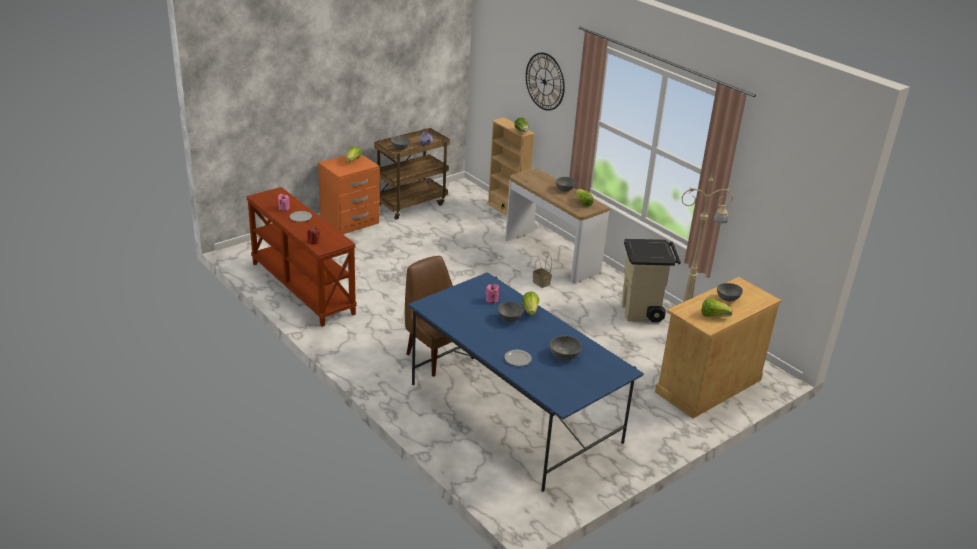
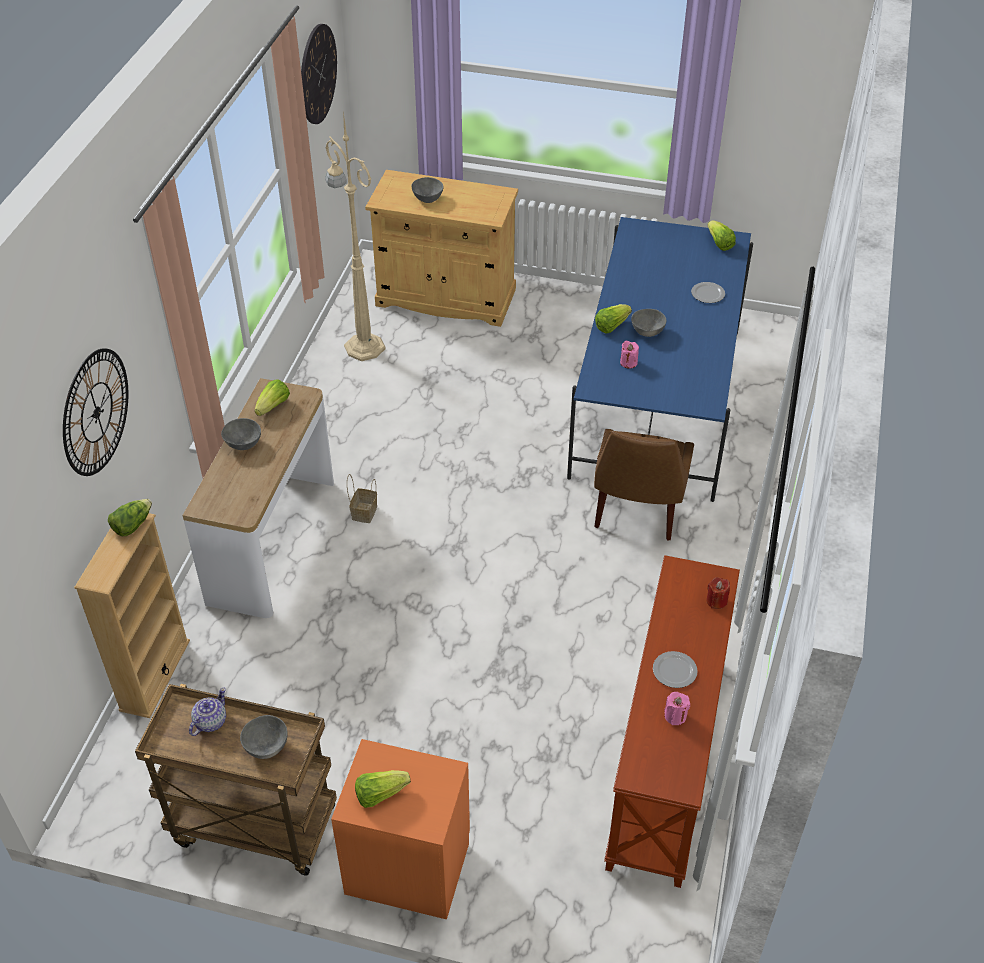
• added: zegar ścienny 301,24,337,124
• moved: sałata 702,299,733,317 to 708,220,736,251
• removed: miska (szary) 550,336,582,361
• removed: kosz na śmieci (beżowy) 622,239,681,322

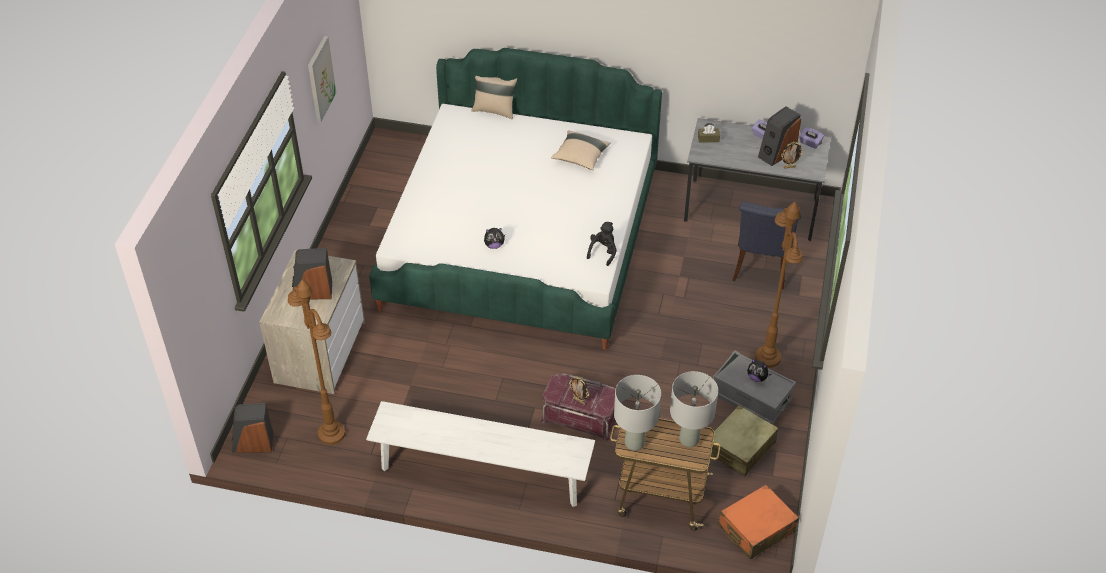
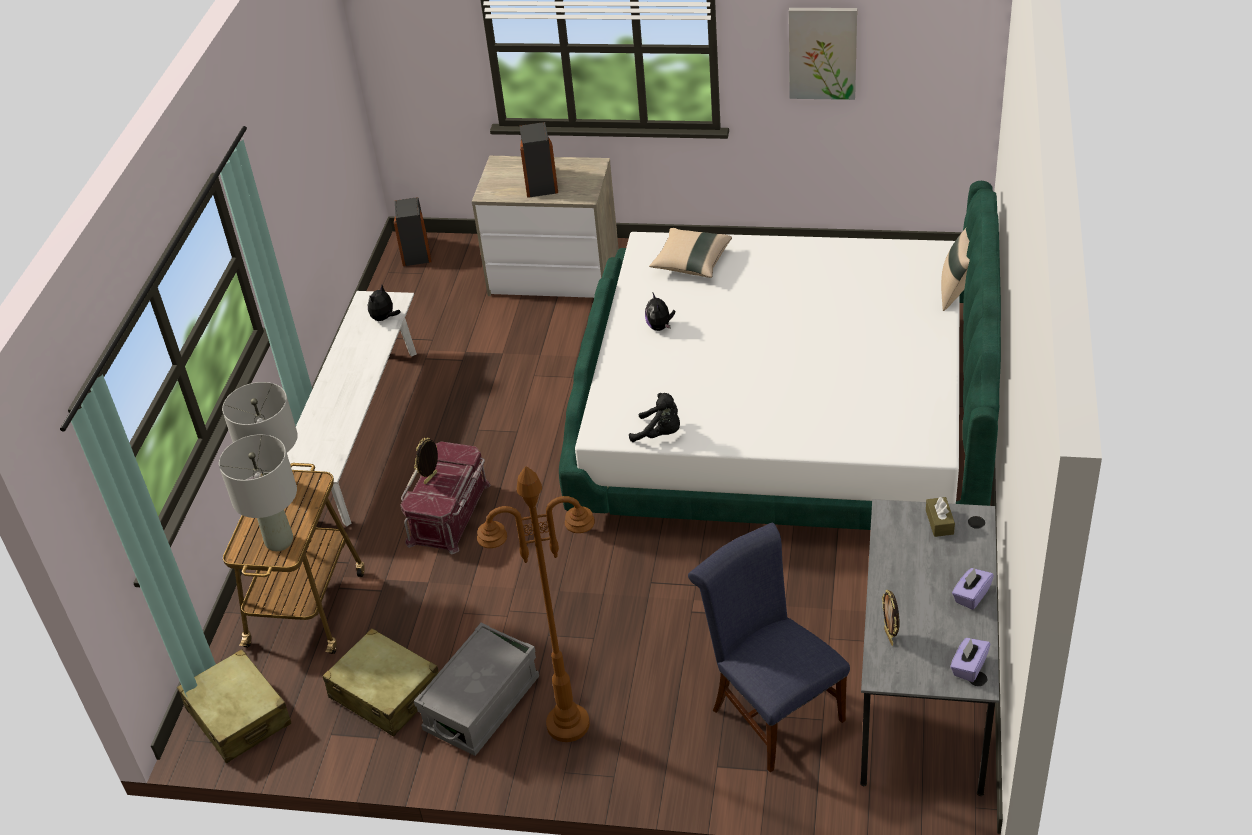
• recoloured: walizka (pomarańczowy) 718,484,799,560 to walizka (beżowy) 177,649,291,763
• moved: pluszak 747,359,772,382 to 368,285,401,321
• moved: poduszka (beżowy) 551,131,610,170 to 649,228,732,278
• turned: krzesło (niebieski) 732,201,801,289 = 688,523,850,773 45 degrees clockwise
• removed: lampa stojąca (brązowy) 288,279,345,445
• removed: głośnik 758,106,801,166

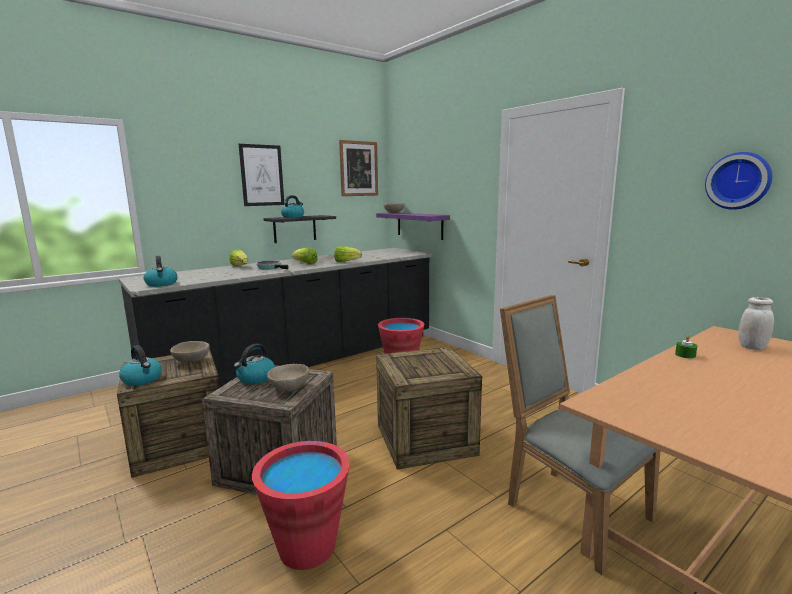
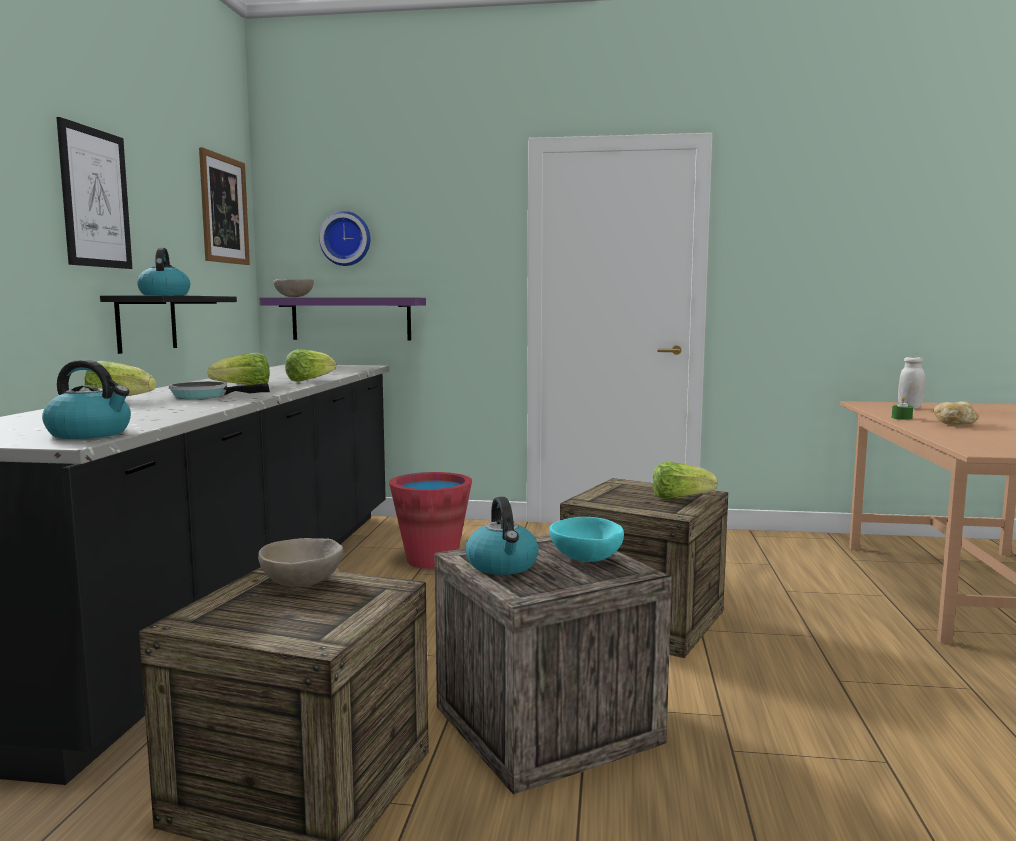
• moved: zegar ścienny 705,152,772,210 to 319,211,370,266
• recoloured: miska (beżowy) 267,364,309,391 to miska (turkusowy) 549,517,624,562
• added: sałata 653,462,717,499
• added: chleb 933,401,979,425
• removed: czajnik 119,345,162,386
• removed: wiadro (czerwony) 252,441,350,570
• removed: krzesło (szary) 500,295,660,575

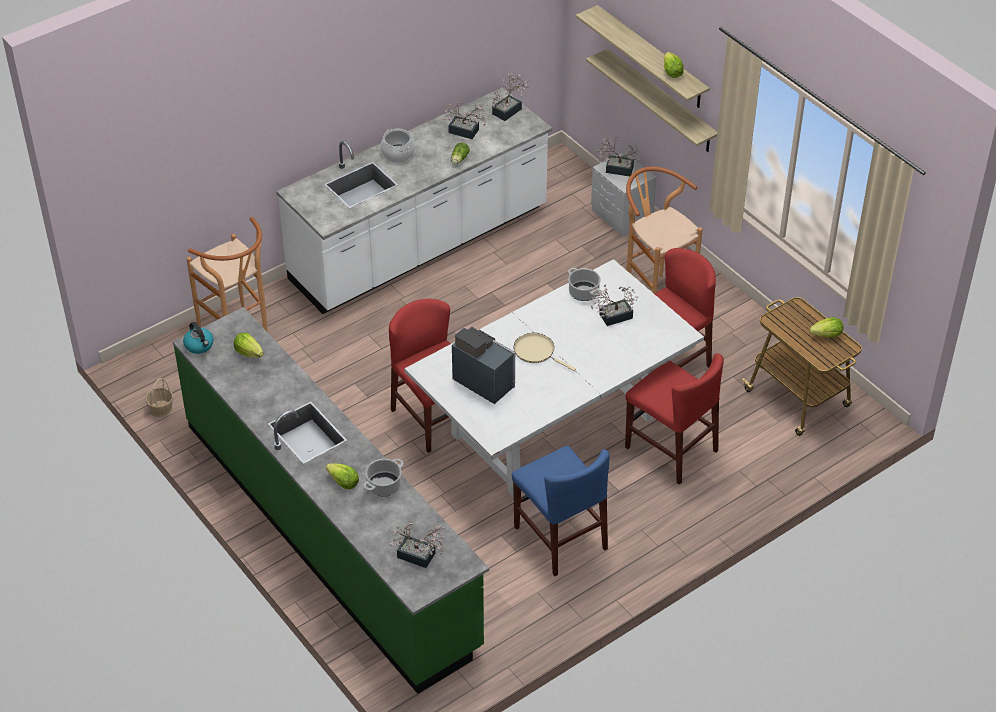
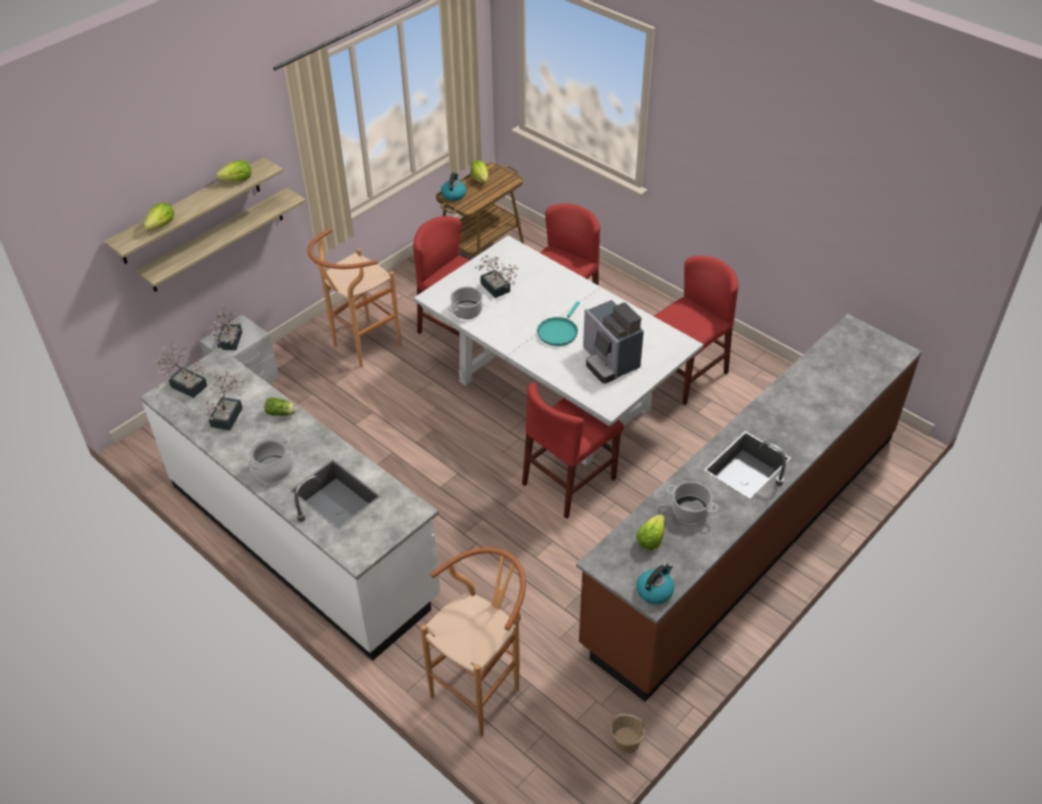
• moved: sałata 326,463,359,489 to 144,202,174,230
• added: czajnik 441,173,466,201
• recoloured: patelnia (beżowy) 514,333,576,371 to patelnia (turkusowy) 537,301,580,346
• recoloured: zabudowa kuchenna (zielony) 172,307,489,694 to zabudowa kuchenna (brązowy) 576,314,922,702
• turned: ekspres do kawy 452,327,515,404 = 583,300,644,384 60 degrees counterclockwise
• recoloured: krzesło (niebieski) 512,446,609,576 to krzesło (czerwony) 654,256,739,405
• moved: garnek 363,459,403,496 to 666,481,719,523
• removed: roślina doniczkowa 390,523,446,568

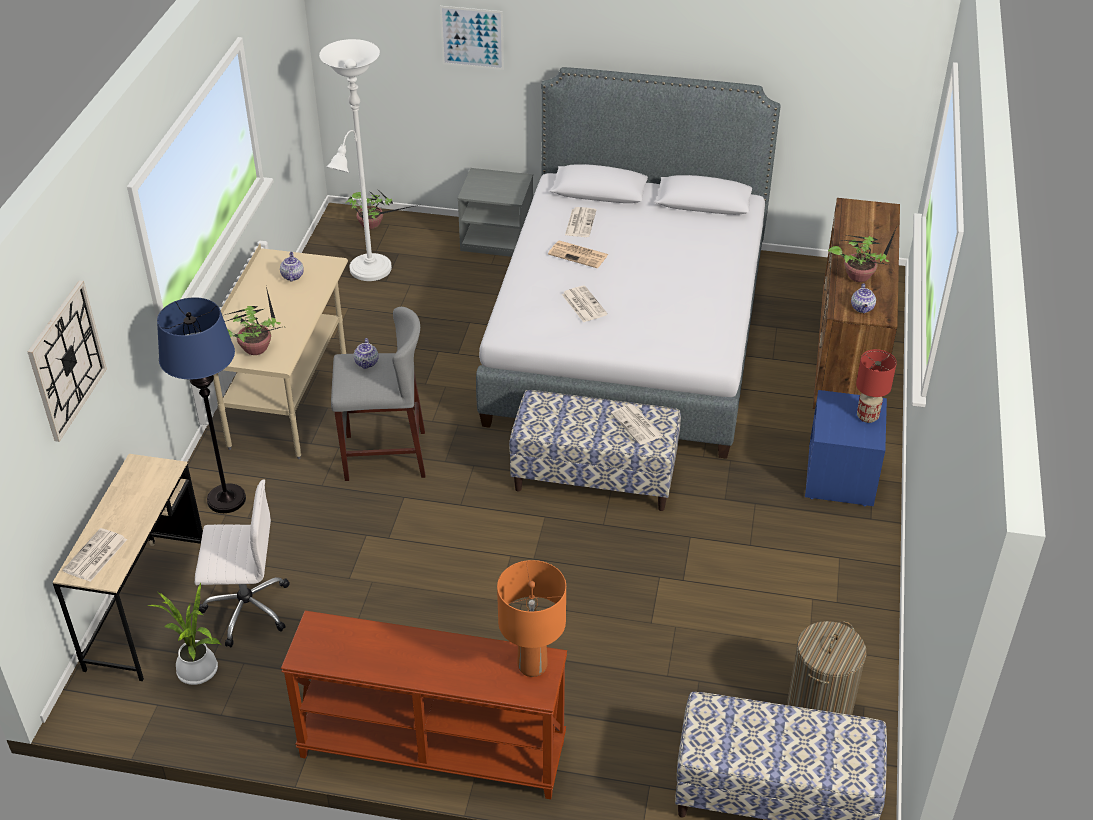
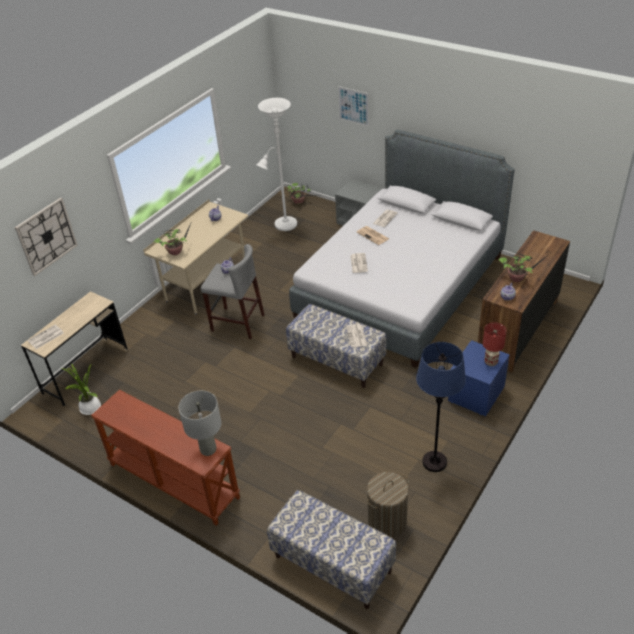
• recoloured: lampa stołowa (pomarańczowy) 497,560,566,677 to lampa stołowa (szary) 179,391,222,456
• moved: lampa stojąca (niebieski) 157,297,246,513 to 416,342,466,472
• removed: krzesło biurowe (biały) 195,479,289,647

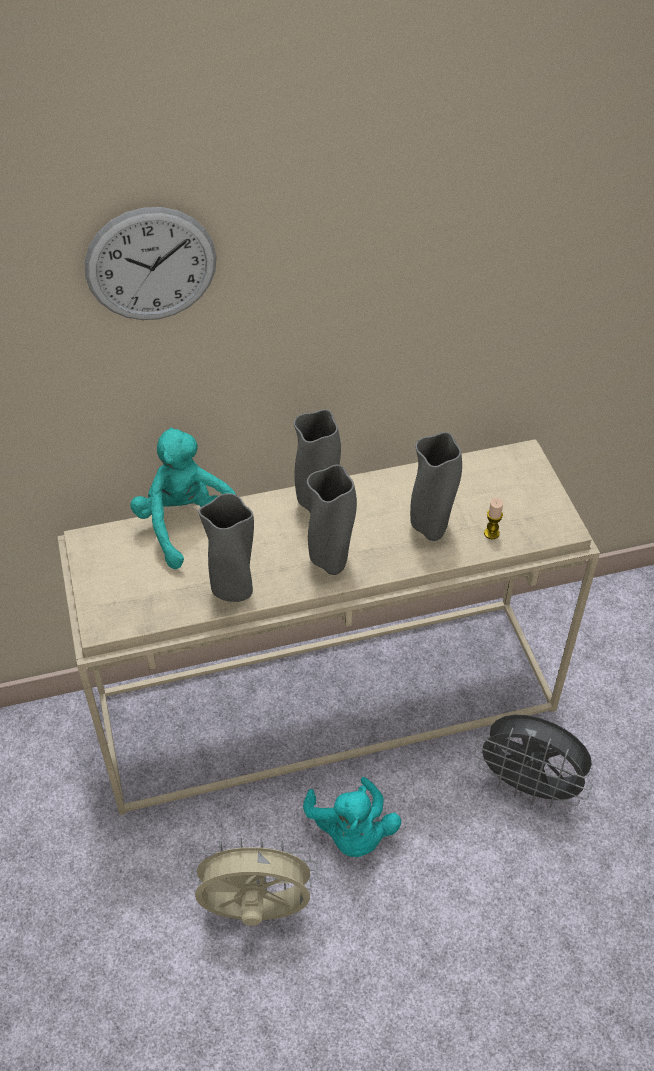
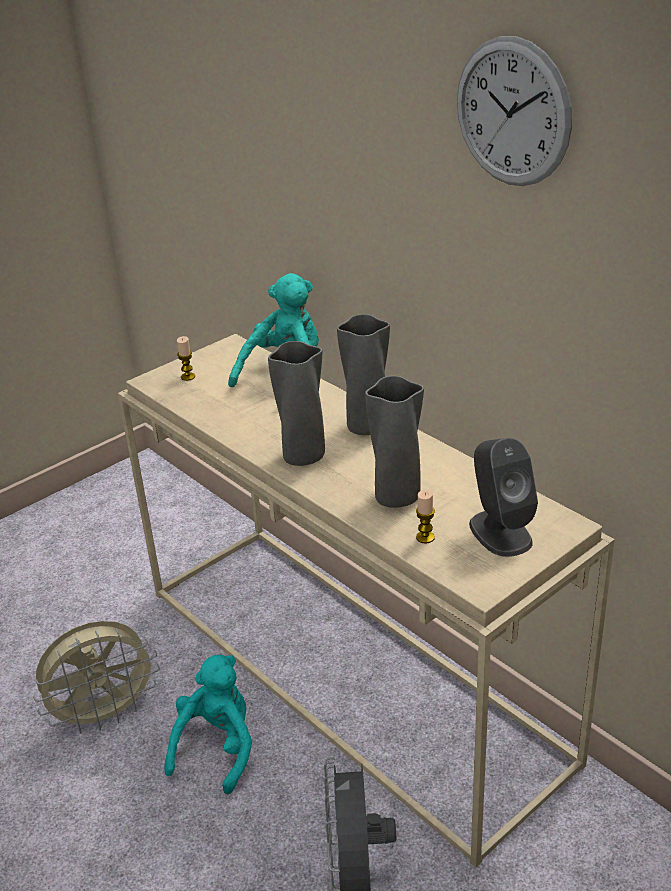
• turned: wentylator (beżowy) 188,837,318,925 = 33,621,160,734 90 degrees clockwise
• turned: pluszak (turkusowy) 303,777,401,857 = 164,655,252,794 150 degrees clockwise
• added: świeca 177,336,195,381
• moved: zegar ścienny 85,207,216,320 to 457,36,572,186
• added: głośnik (szary) 469,438,538,557
• removed: wazon (szary) 198,493,254,602

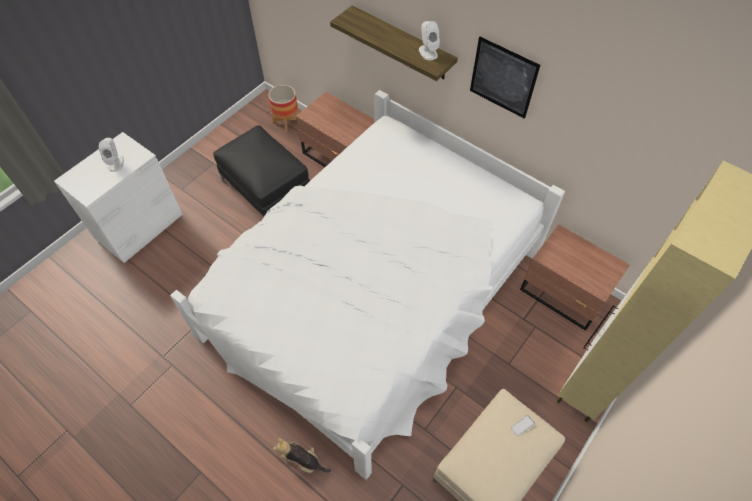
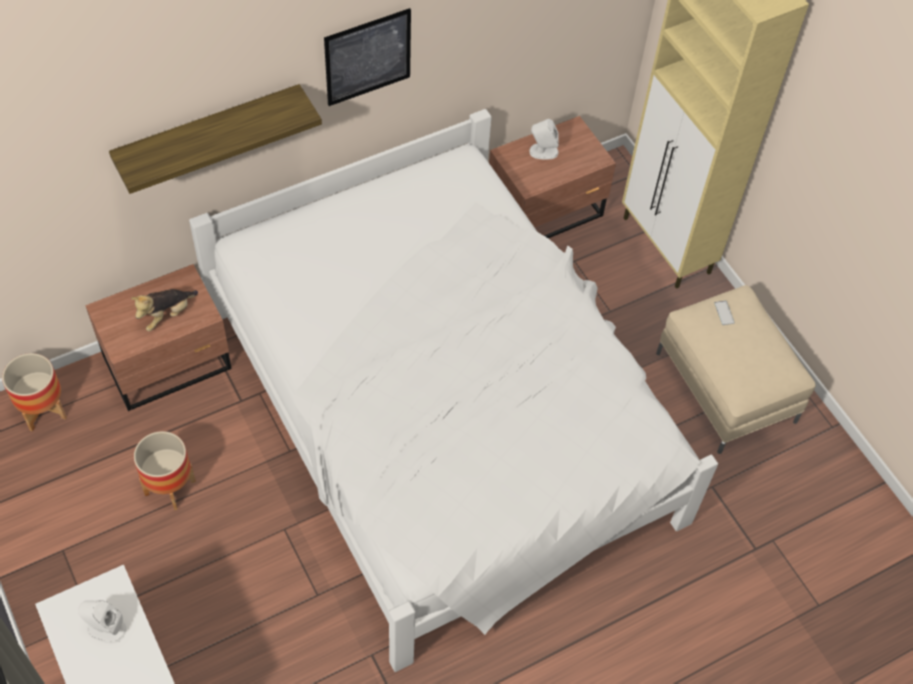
• moved: pluszak 273,438,331,473 to 131,289,198,331
• replaced: pufa (czarny) 213,125,310,217 to donica 134,431,196,510
• moved: głośnik (biały) 419,21,440,60 to 529,119,559,159

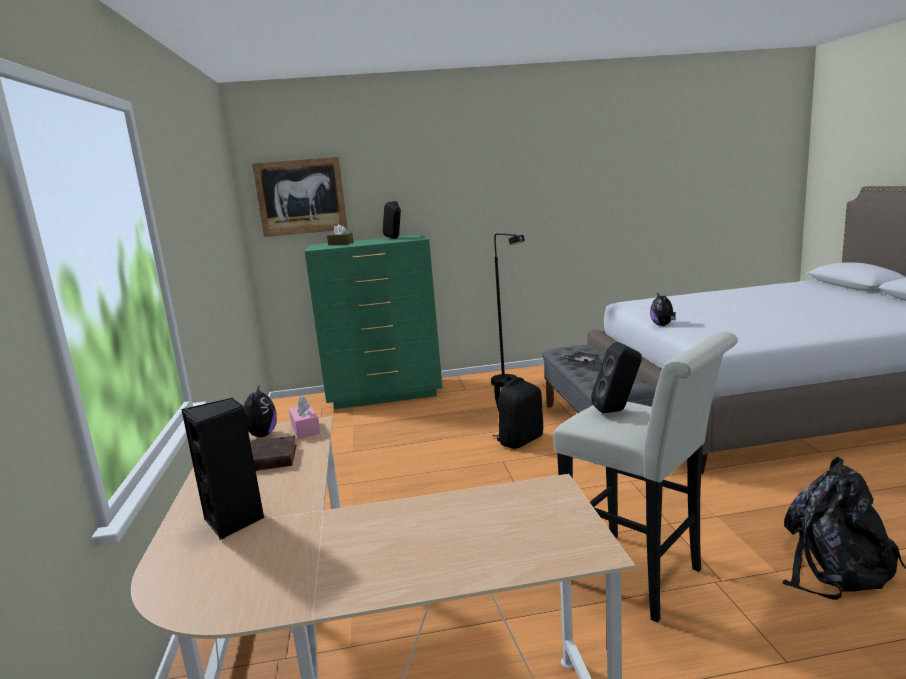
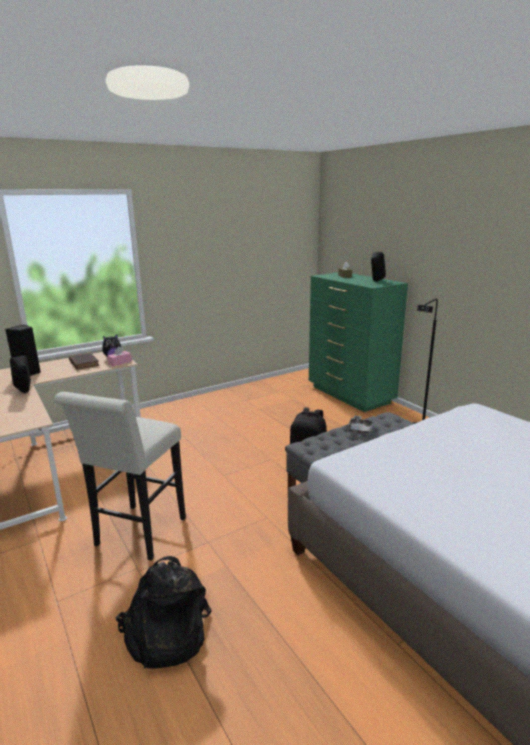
• moved: głośnik (czarny) 591,342,642,413 to 10,355,31,393
• removed: obraz 252,157,348,237
• removed: pluszak 650,292,676,326

